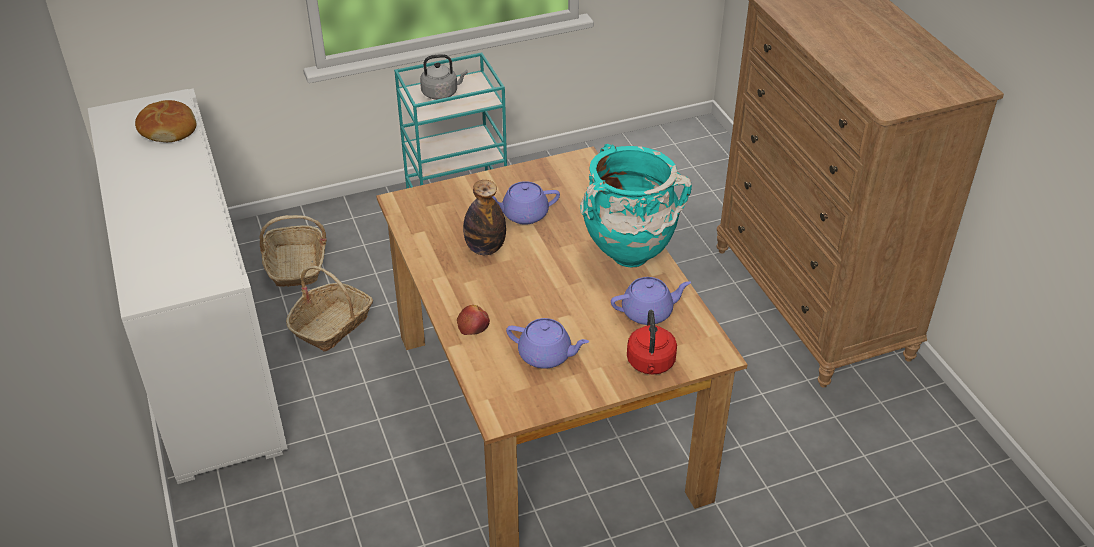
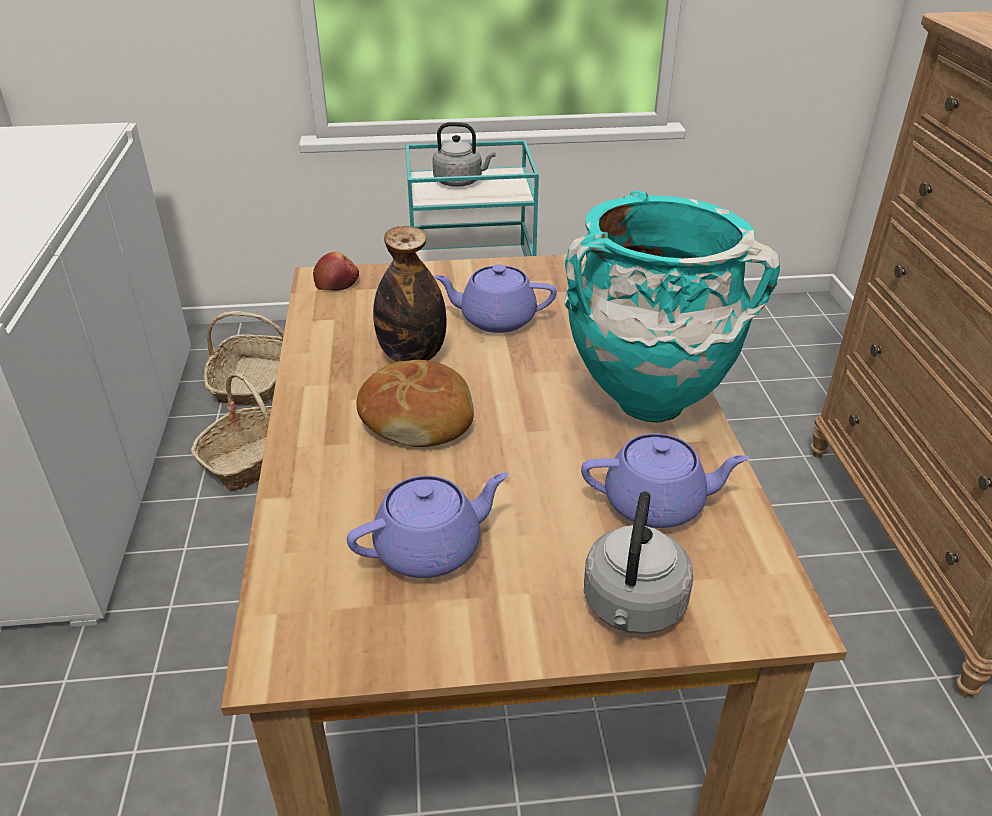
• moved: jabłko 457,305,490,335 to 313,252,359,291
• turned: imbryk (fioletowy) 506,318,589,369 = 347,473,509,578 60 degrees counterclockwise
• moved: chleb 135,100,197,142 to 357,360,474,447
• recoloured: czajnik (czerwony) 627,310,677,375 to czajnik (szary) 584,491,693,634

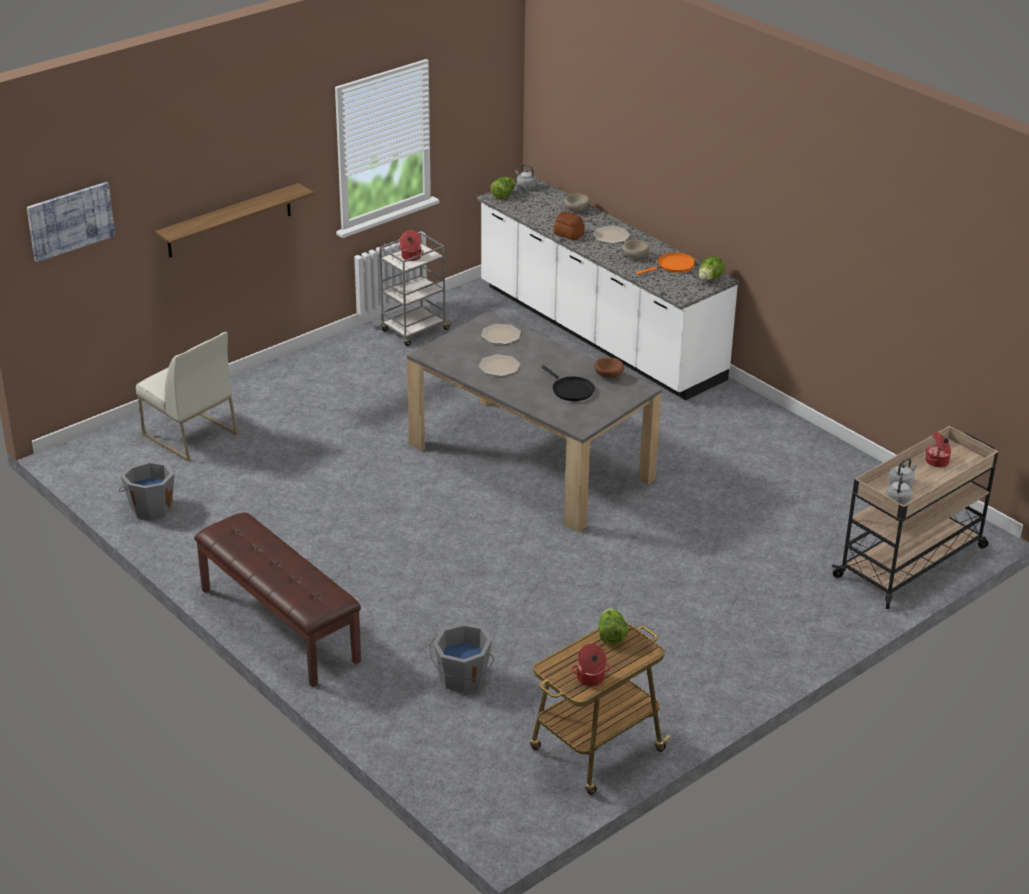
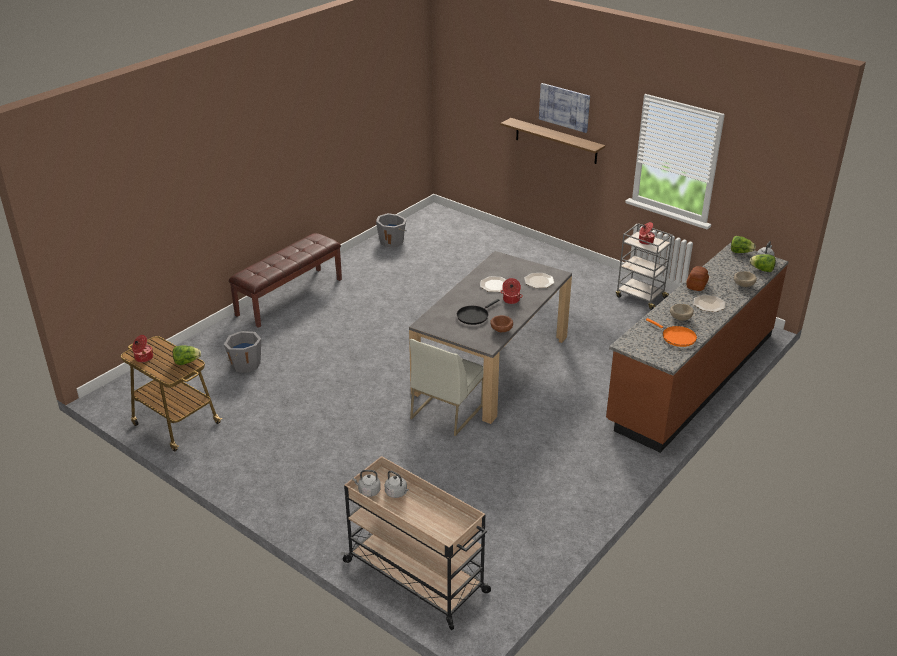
• moved: krzesło (biały) 136,332,238,461 to 410,339,484,436
• moved: garnek 925,432,951,467 to 500,278,523,304
• moved: obraz 27,182,115,262 to 539,83,590,133
• recoloured: zabudowa kuchenna (biały) 477,178,739,401 to zabudowa kuchenna (brązowy) 606,243,789,453
• moved: sałata 699,256,725,280 to 750,254,776,272

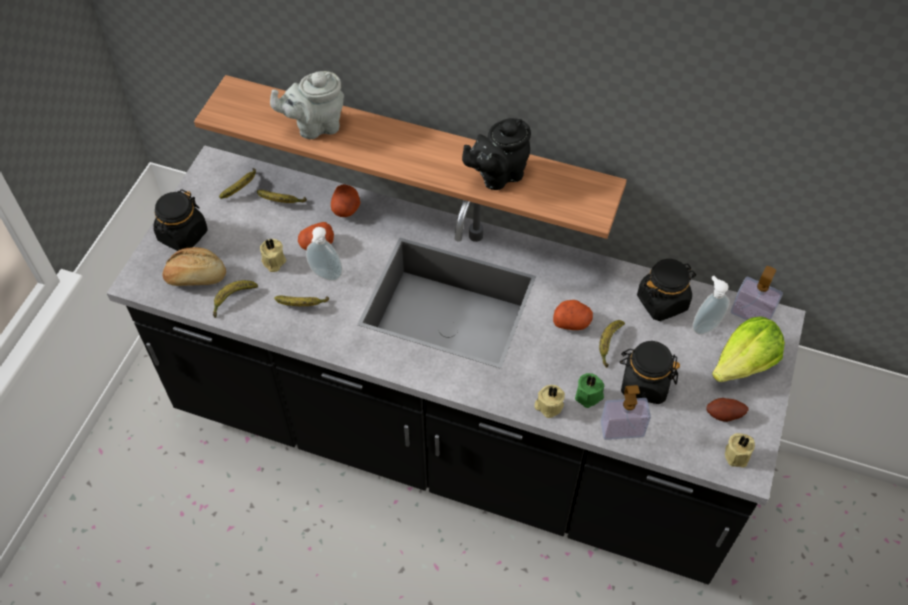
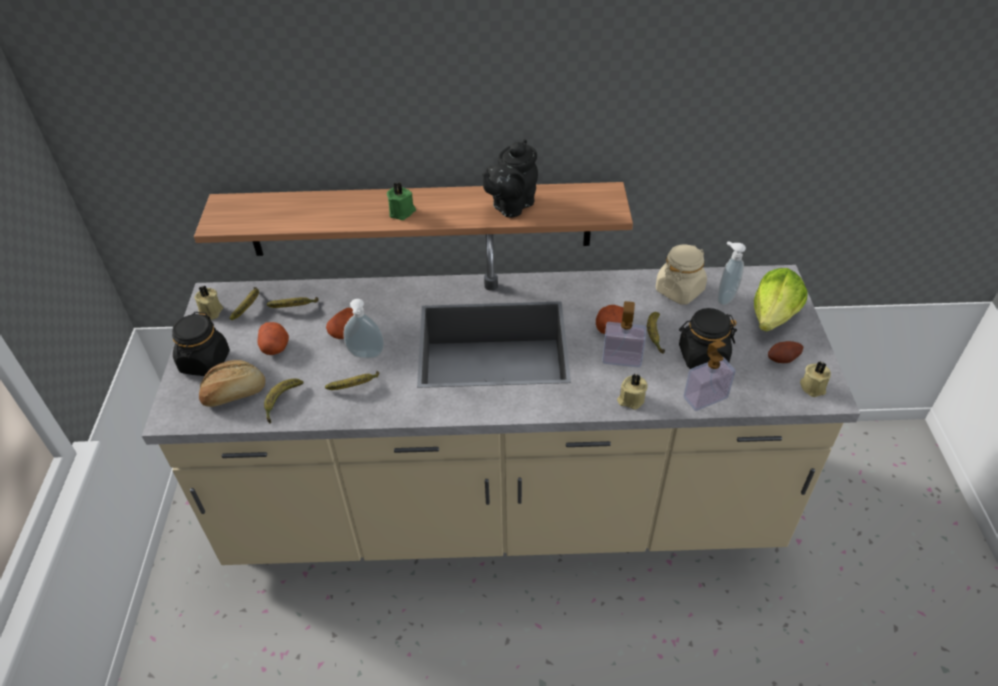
• recoloured: zabudowa kuchenna (czarny) 107,145,806,584 to zabudowa kuchenna (beżowy) 142,234,860,565
• moved: świeca (beżowy) 260,239,286,272 to 194,285,223,320
• moved: ziemniak 331,184,360,217 to 258,322,289,355
• moved: świeca (zielony) 575,373,604,408 to 387,182,416,220
• moved: dozownik mydła 731,266,783,320 to 602,301,646,367
• recoloured: słoik (czarny) 637,259,696,321 to słoik (beżowy) 656,245,707,304
• removed: imbryk (szary) 270,71,344,139

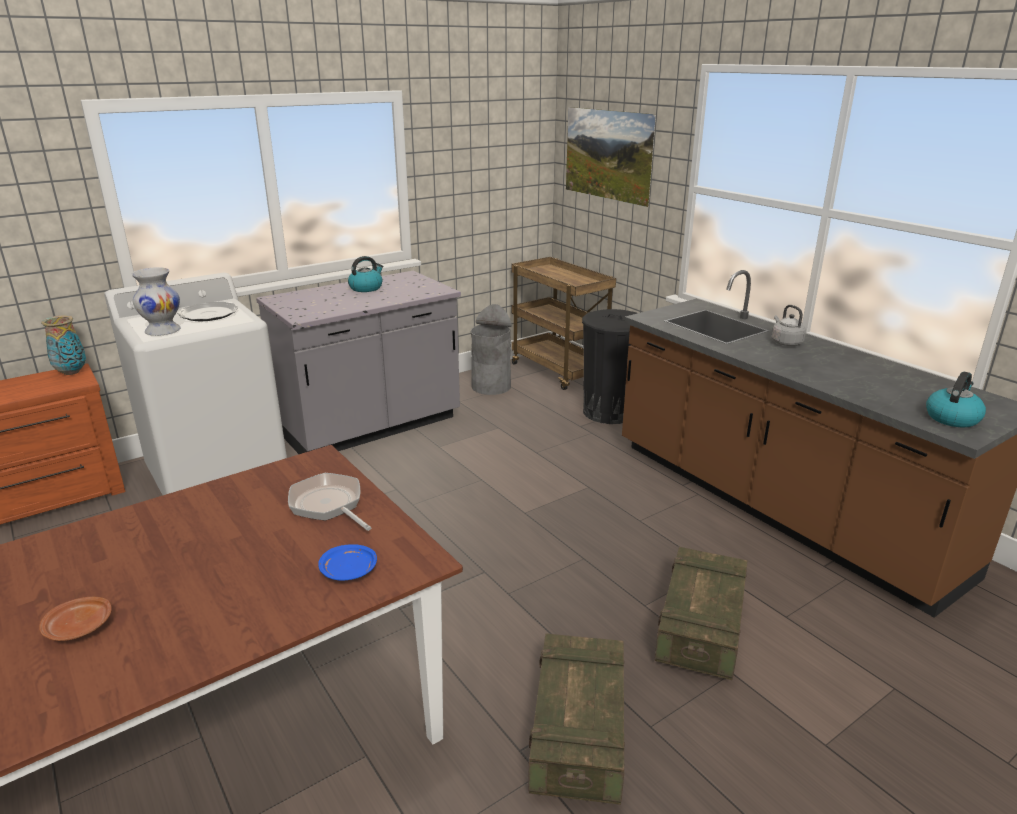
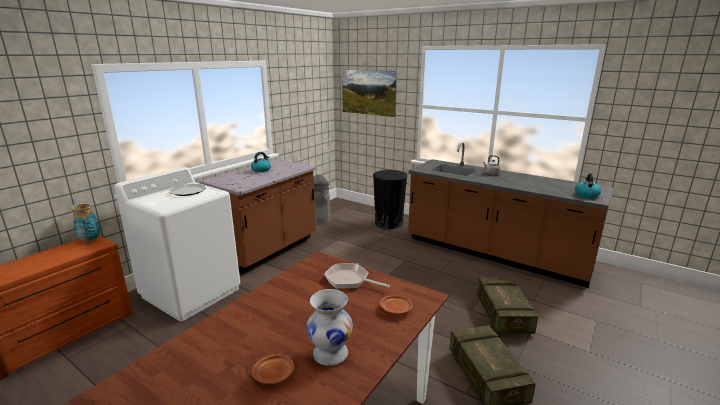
• recoloured: zabudowa kuchenna (szary) 256,271,461,454 to zabudowa kuchenna (brązowy) 199,159,316,275
• moved: wazon (biały) 132,267,180,336 to 306,289,353,366
• recoloured: talerz (niebieski) 318,544,377,581 to talerz (brązowy) 380,295,413,314
• removed: wózek (brązowy) 511,257,616,390

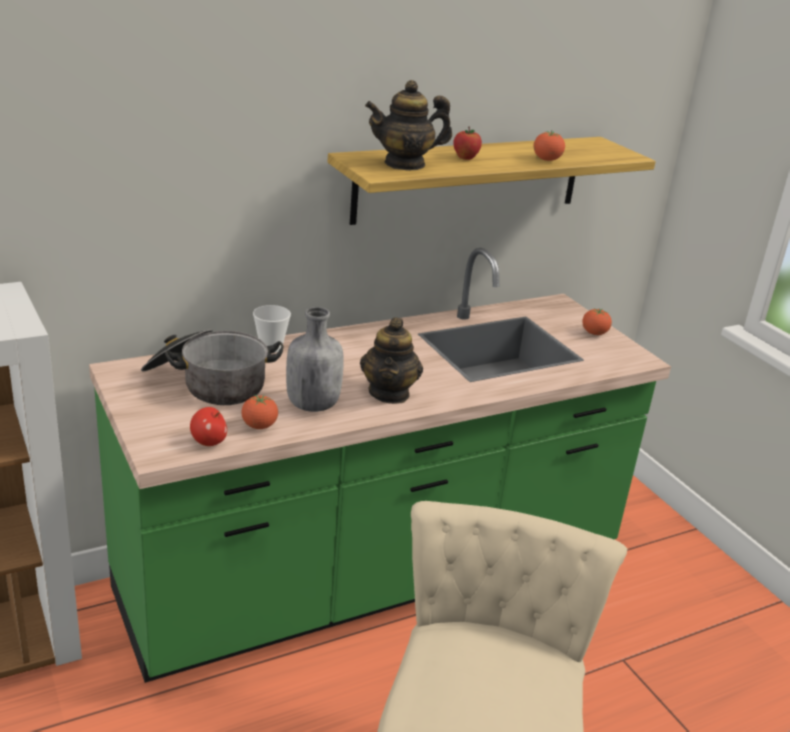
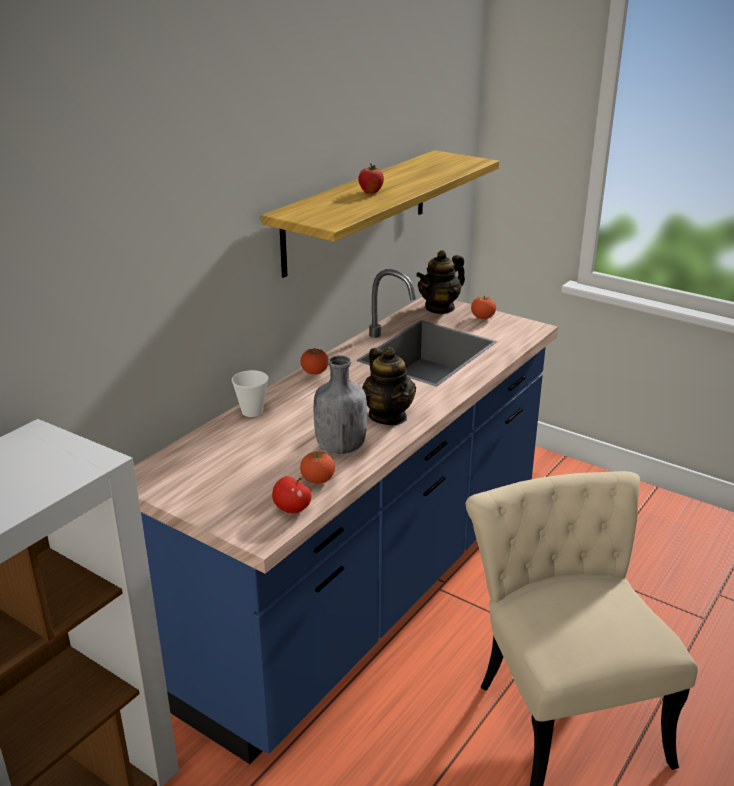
• recoloured: zabudowa kuchenna (zielony) 89,248,671,683 to zabudowa kuchenna (niebieski) 134,269,558,764
• moved: pomidor 534,130,565,161 to 301,348,328,375
• moved: imbryk 365,80,452,170 to 416,250,465,314
• removed: garnek 141,329,284,405

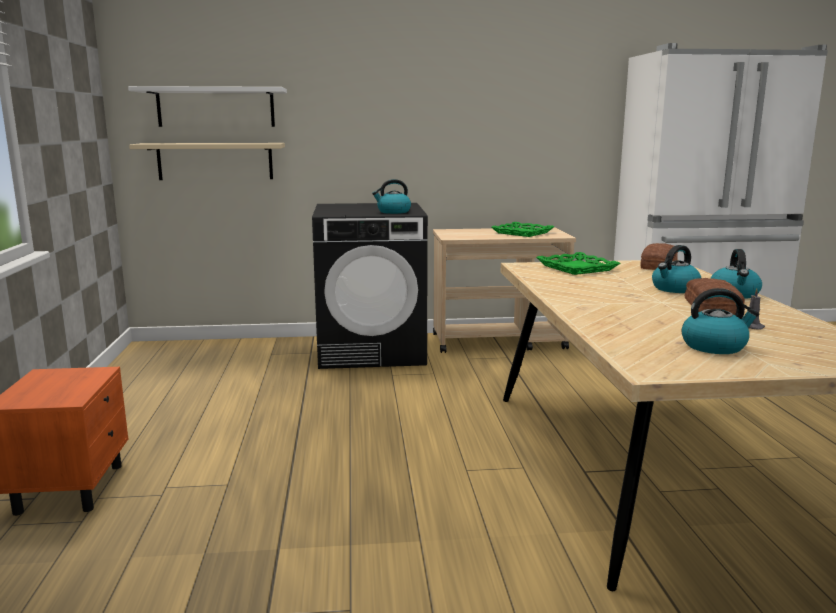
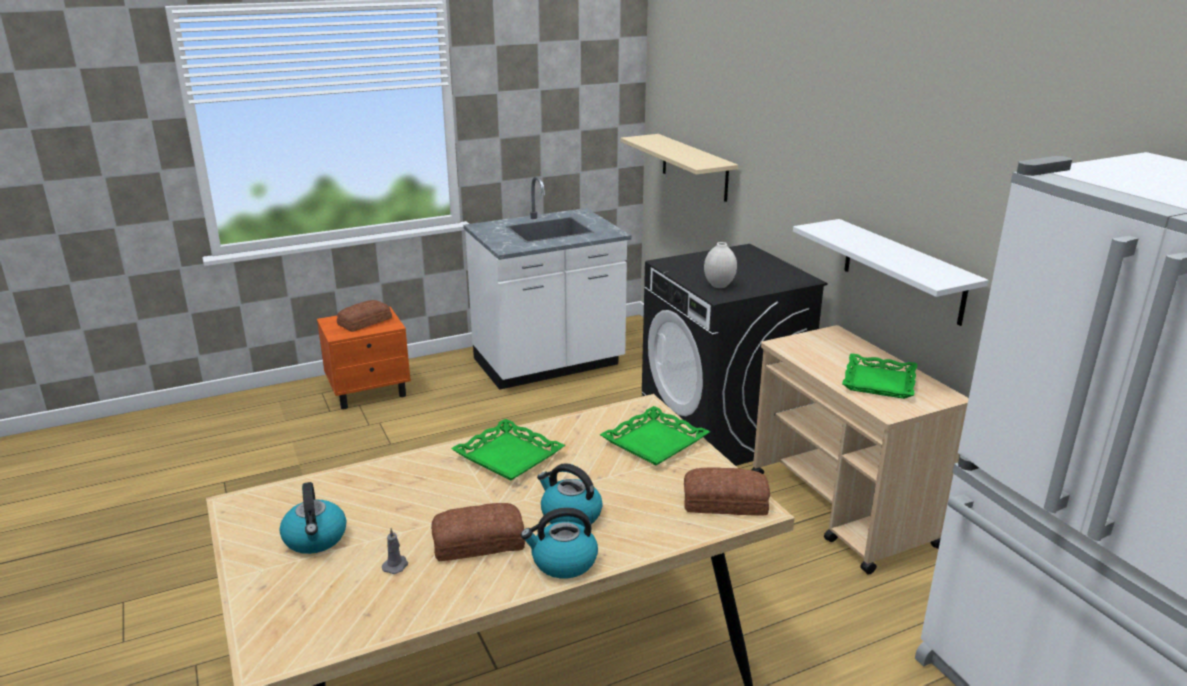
• added: chleb 337,300,392,332
• added: taca (zielony) 451,419,565,480
• added: zabudowa kuchenna (biały) 463,176,631,390
• replaced: czajnik 372,179,411,214 to wazon (biały) 704,242,737,288
• moved: półka (biały) 128,86,287,127 to 793,219,988,326

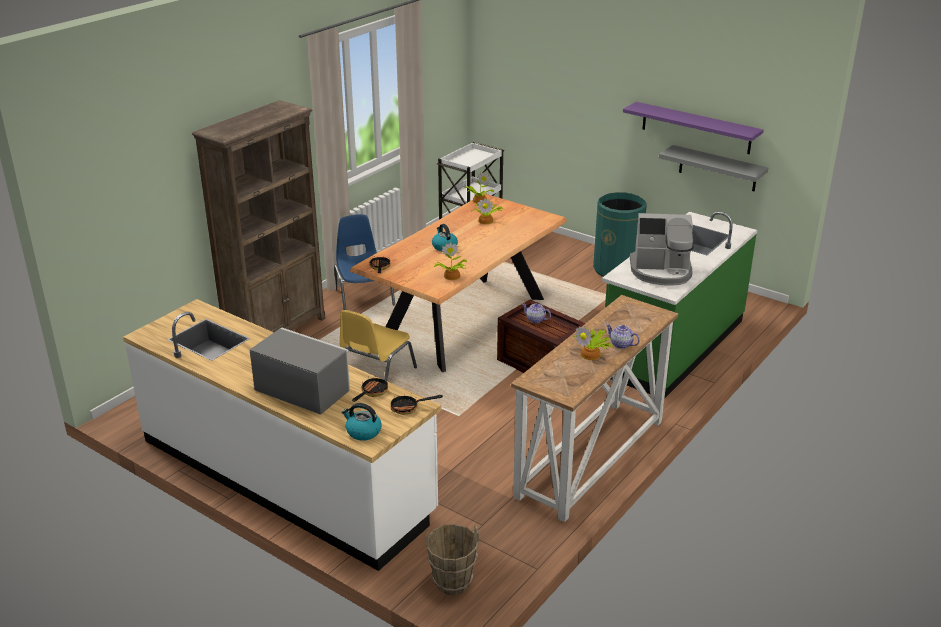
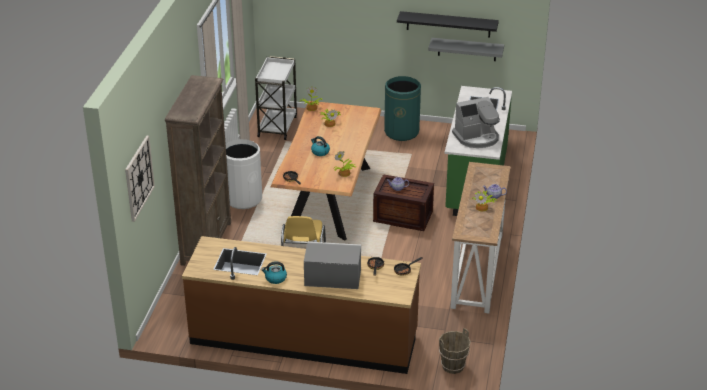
• added: zegar ścienny 125,135,155,222
• recoloured: zabudowa kuchenna (biały) 123,299,441,571 to zabudowa kuchenna (brązowy) 182,236,421,374
• replaced: krzesło (niebieski) 334,214,395,310 to kosz na śmieci (biały) 226,139,262,209
• moved: czajnik 342,403,382,440 to 261,261,287,284
• recoloured: półka (fioletowy) 623,102,764,154 to półka (czarny) 397,11,499,38

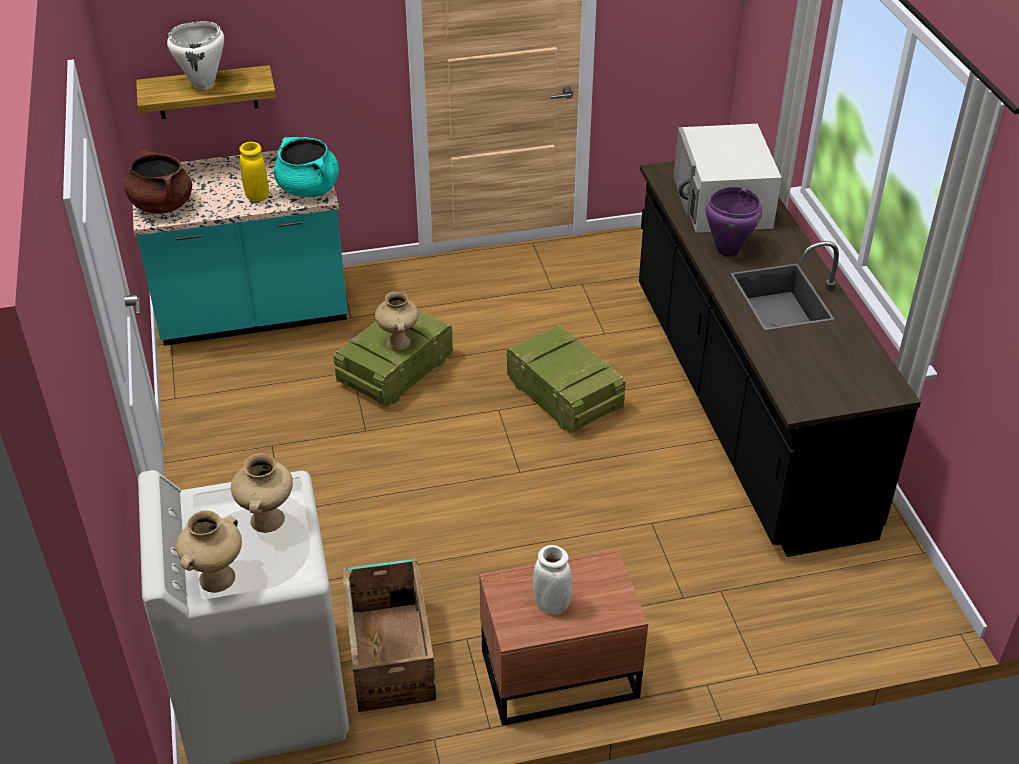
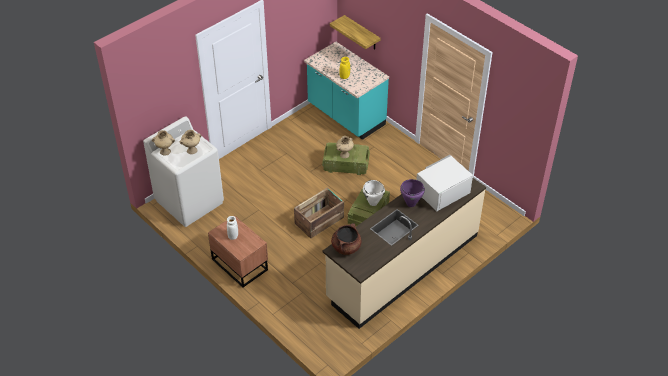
• moved: skrzynka 342,558,436,712 to 294,188,344,238
• recoloured: zabudowa kuchenna (czarny) 639,161,921,557 to zabudowa kuchenna (beżowy) 323,178,486,329
• moved: garnek (brązowy) 124,150,192,214 to 331,223,362,255
• moved: garnek (biały) 167,22,224,89 to 363,180,385,206
• removed: garnek (turkusowy) 274,137,339,197

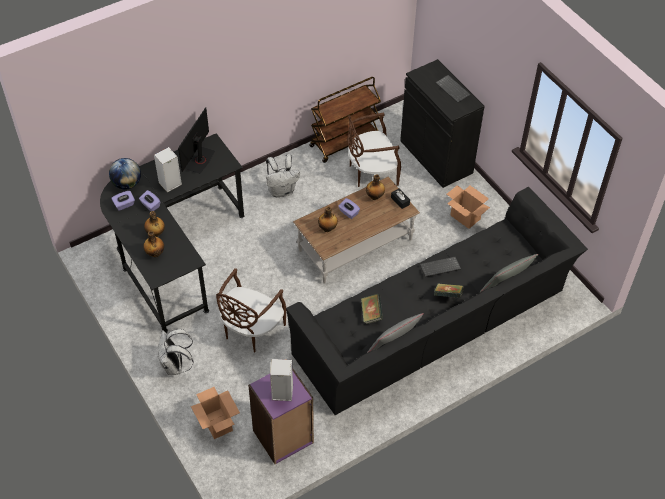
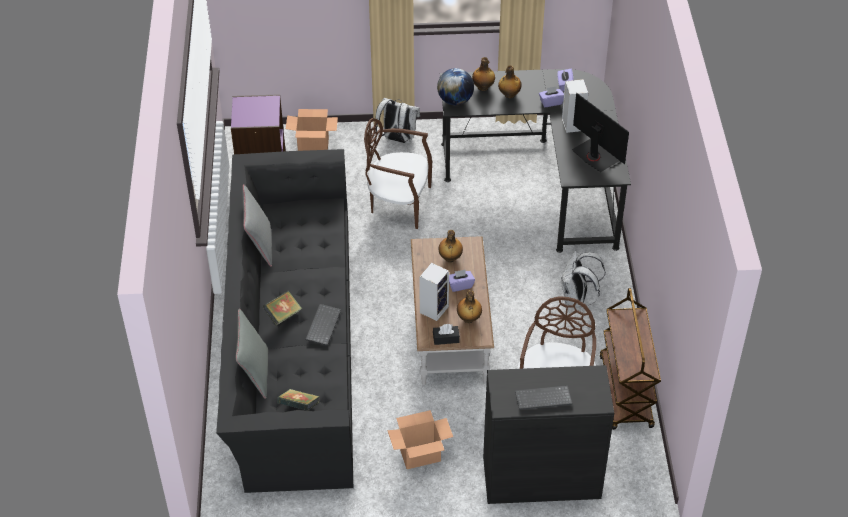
• moved: książka 361,293,383,324 to 277,389,320,411
• turned: krzesło (brązowy) 216,268,286,353 = 364,118,432,229 45 degrees counterclockwise
• moved: głośnik 270,359,293,401 to 419,263,449,321
• moved: globus 109,158,141,190 to 437,68,474,105

